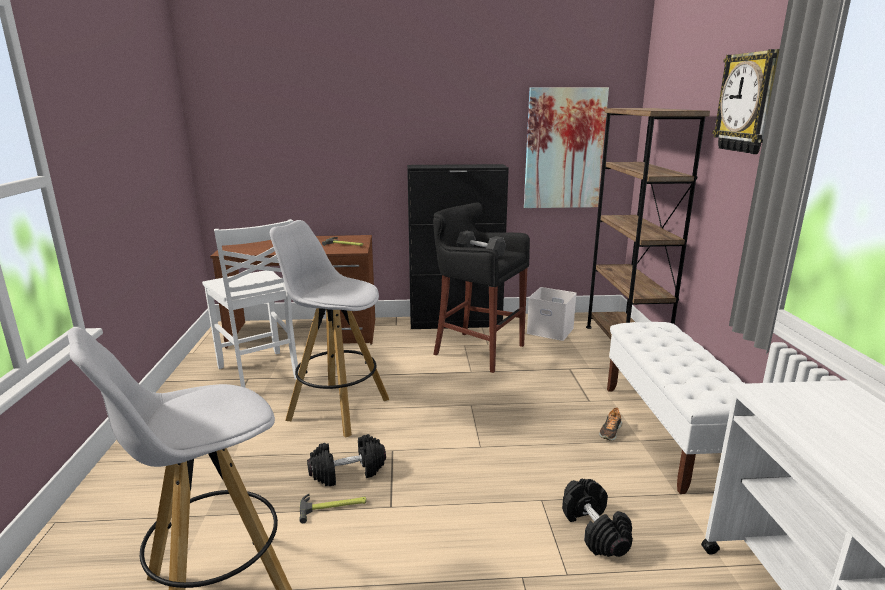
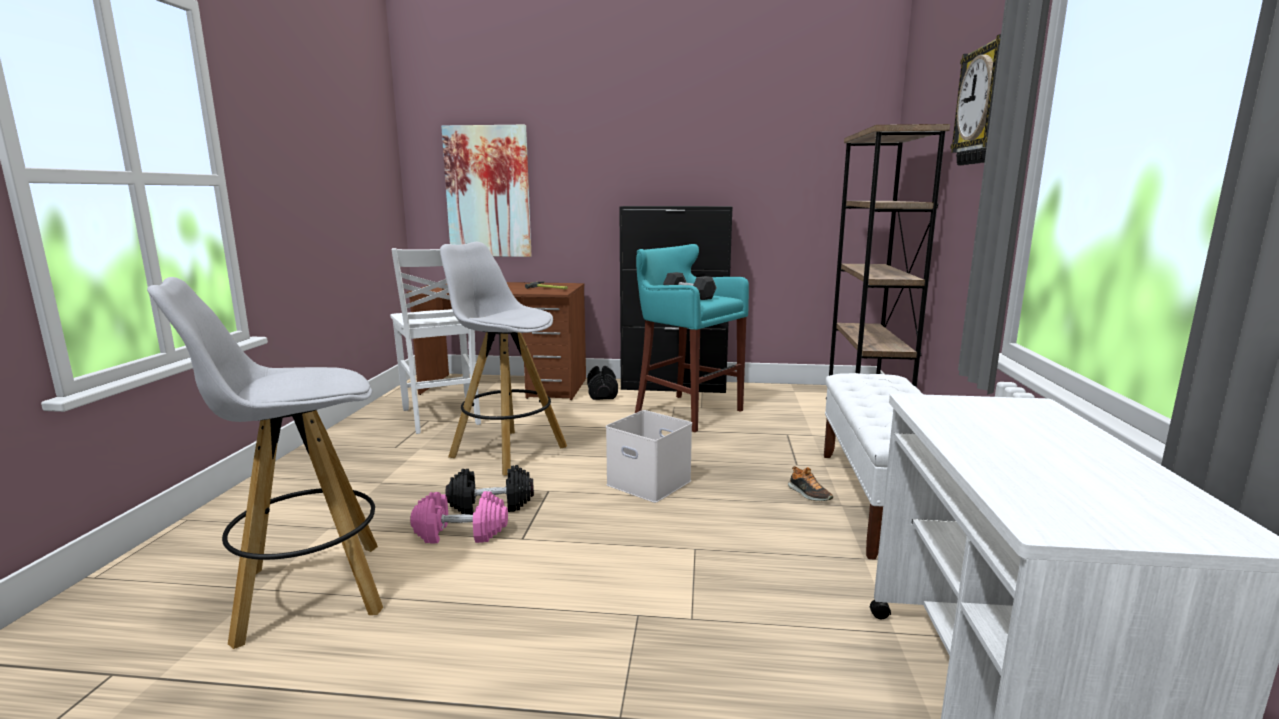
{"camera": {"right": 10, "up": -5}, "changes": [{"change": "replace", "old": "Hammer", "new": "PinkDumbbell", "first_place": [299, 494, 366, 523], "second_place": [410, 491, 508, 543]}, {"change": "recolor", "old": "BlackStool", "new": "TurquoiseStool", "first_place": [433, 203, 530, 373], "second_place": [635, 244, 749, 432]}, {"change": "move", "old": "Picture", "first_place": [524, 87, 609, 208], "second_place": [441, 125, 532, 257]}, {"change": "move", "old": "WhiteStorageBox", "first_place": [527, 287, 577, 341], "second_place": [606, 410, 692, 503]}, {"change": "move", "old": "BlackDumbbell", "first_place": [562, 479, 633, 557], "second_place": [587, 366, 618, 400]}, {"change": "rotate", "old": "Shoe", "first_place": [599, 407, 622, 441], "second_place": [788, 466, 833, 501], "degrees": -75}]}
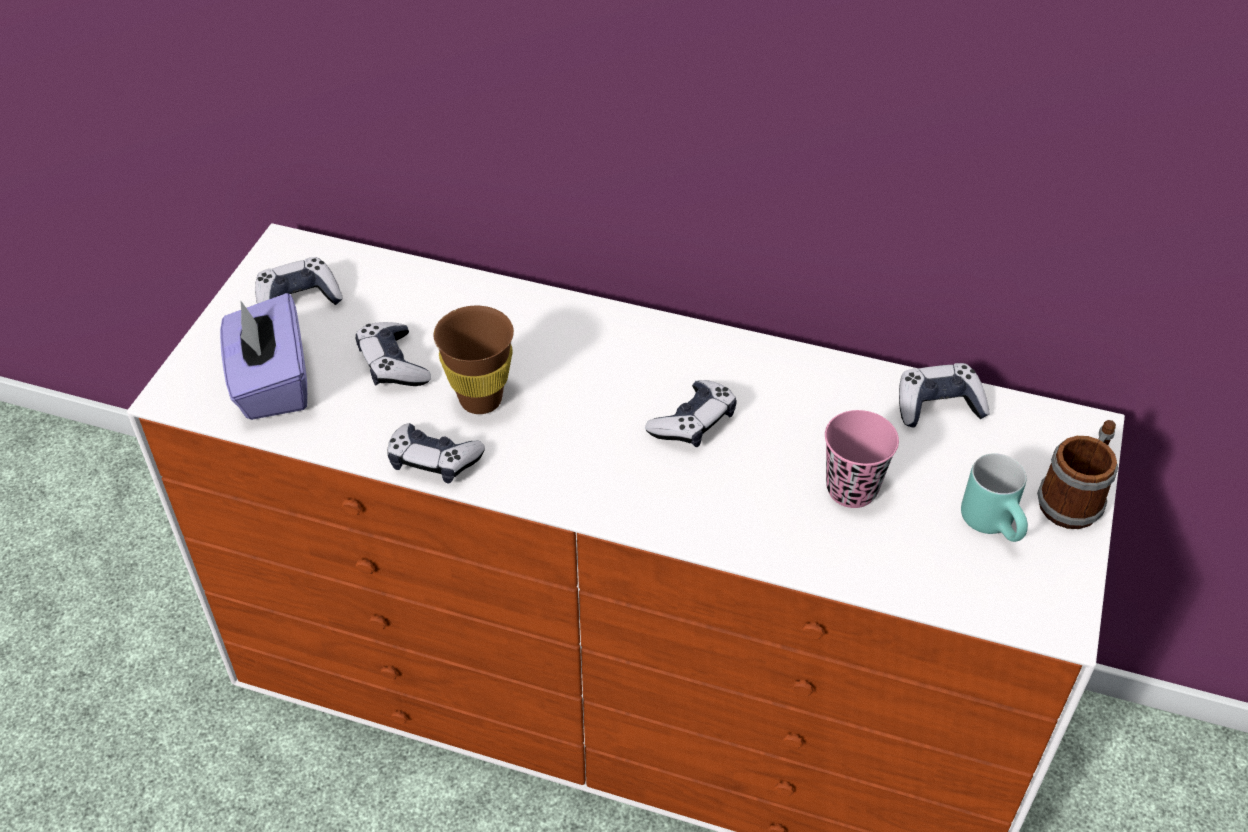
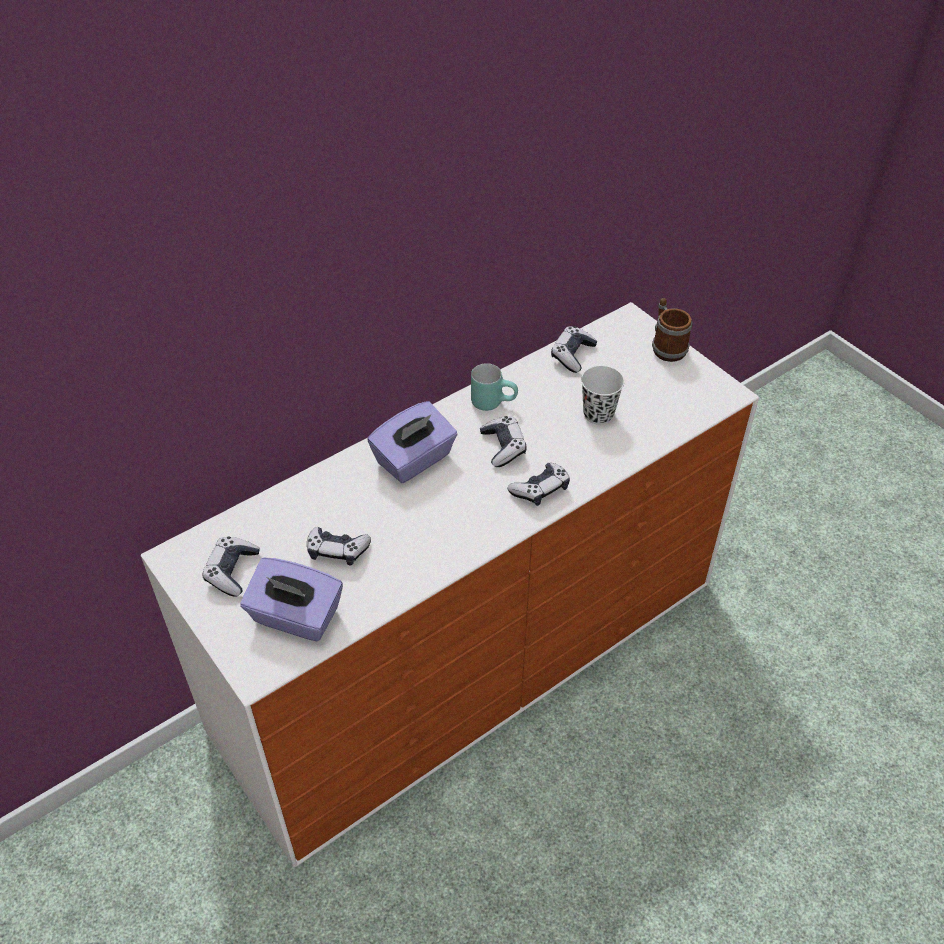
{"camera": {"right": -55, "up": 0}, "changes": [{"change": "move", "old": "GameController", "first_place": [388, 423, 485, 483], "second_place": [507, 463, 570, 506]}, {"change": "delete", "old": "BrownCup", "first_place": [434, 306, 514, 414]}, {"change": "recolor", "old": "PinkCup", "new": "WhiteCup", "first_place": [825, 410, 899, 508], "second_place": [581, 366, 624, 425]}, {"change": "move", "old": "TurquoiseMug", "first_place": [961, 453, 1028, 542], "second_place": [471, 363, 518, 411]}, {"change": "insert", "new": "PurpleTissueBox", "second_place": [367, 401, 458, 483]}]}
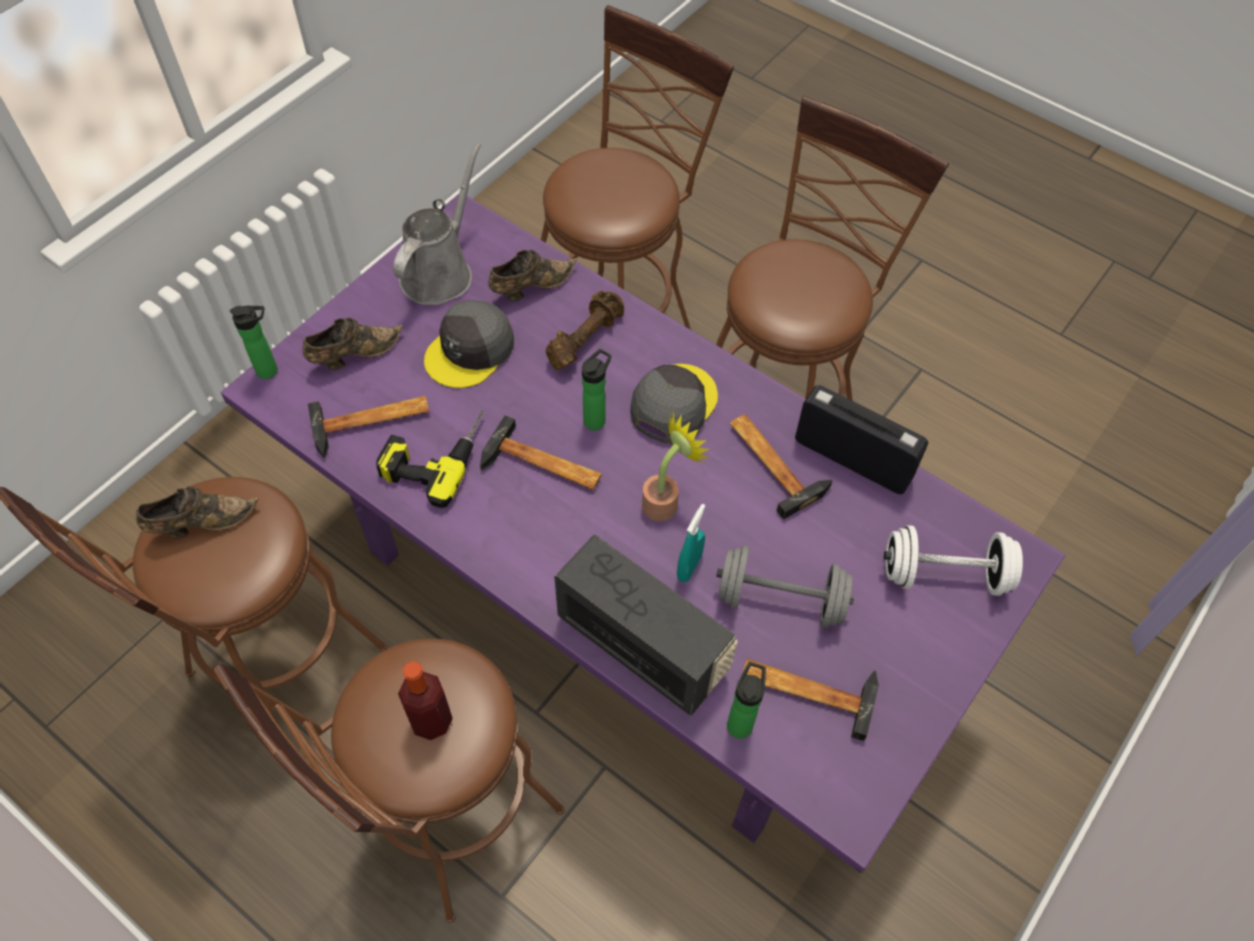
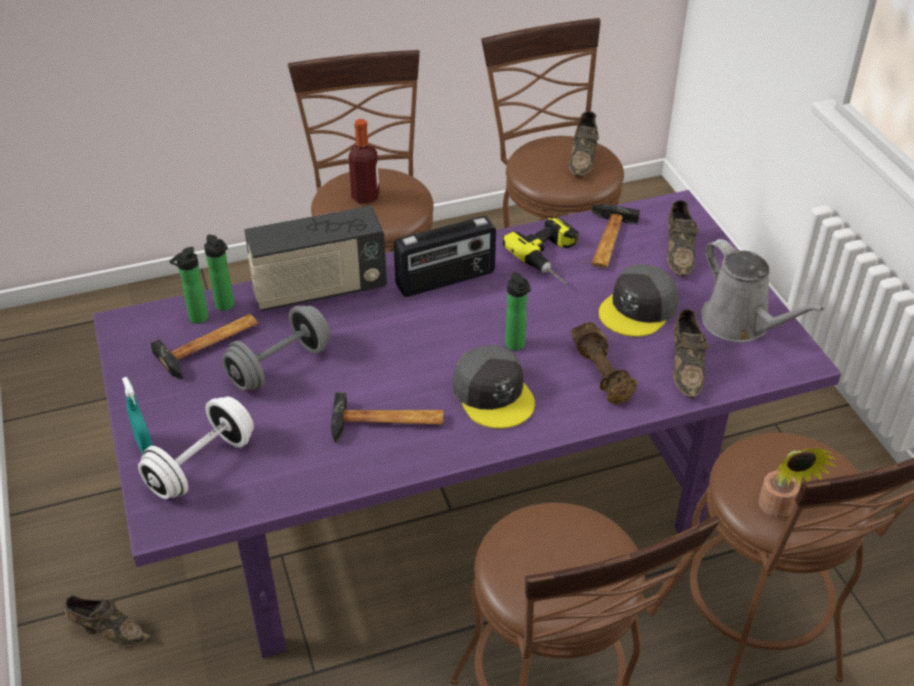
{"camera": {"right": 125, "up": -15}, "changes": [{"change": "move", "old": "Bottle", "first_place": [230, 305, 278, 379], "second_place": [169, 247, 209, 324]}, {"change": "rotate", "old": "GreyCap", "first_place": [424, 300, 514, 388], "second_place": [599, 264, 679, 337], "degrees": -120}, {"change": "delete", "old": "Hammer", "first_place": [480, 415, 602, 490]}, {"change": "move", "old": "PottedPlant", "first_place": [642, 412, 710, 521], "second_place": [758, 448, 836, 518]}, {"change": "move", "old": "TurquoiseSprayBottle", "first_place": [677, 504, 705, 582], "second_place": [122, 377, 153, 455]}, {"change": "move", "old": "Radio", "first_place": [795, 385, 928, 494], "second_place": [394, 216, 496, 297]}, {"change": "insert", "new": "BrownShoe", "second_place": [64, 595, 151, 647]}]}
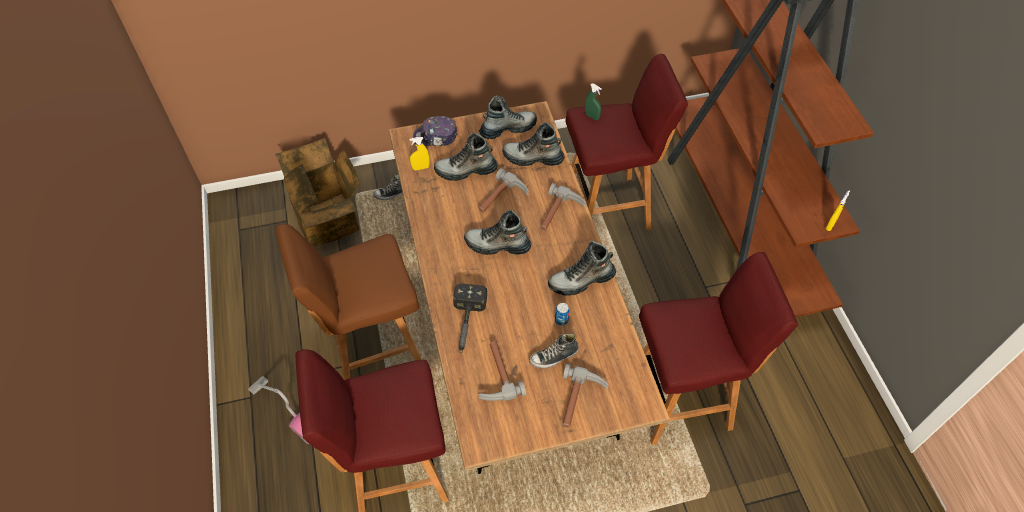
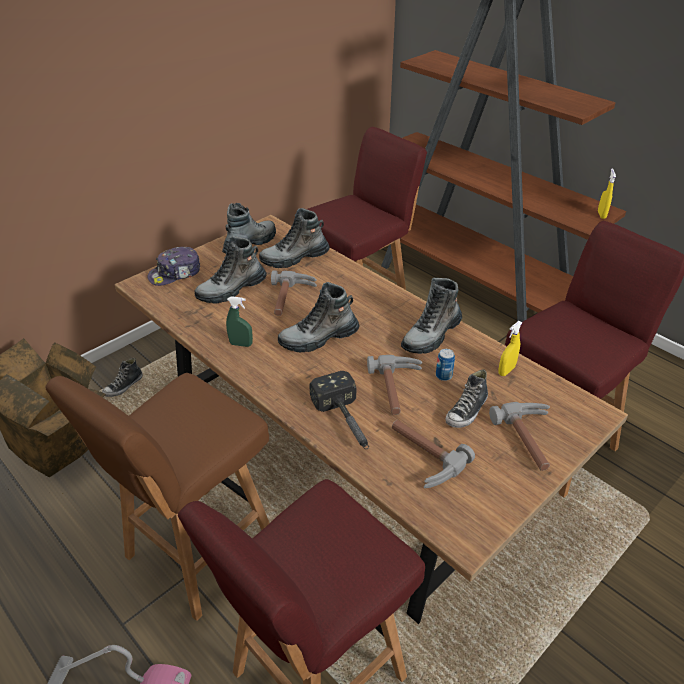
{"camera": {"right": -30, "up": -15}, "changes": [{"change": "move", "old": "YellowSprayBottle", "first_place": [409, 137, 430, 170], "second_place": [498, 321, 523, 376]}, {"change": "move", "old": "Hammer", "first_place": [540, 183, 586, 231], "second_place": [367, 355, 422, 415]}, {"change": "move", "old": "GreenSprayBottle", "first_place": [585, 83, 602, 120], "second_place": [226, 296, 253, 347]}]}
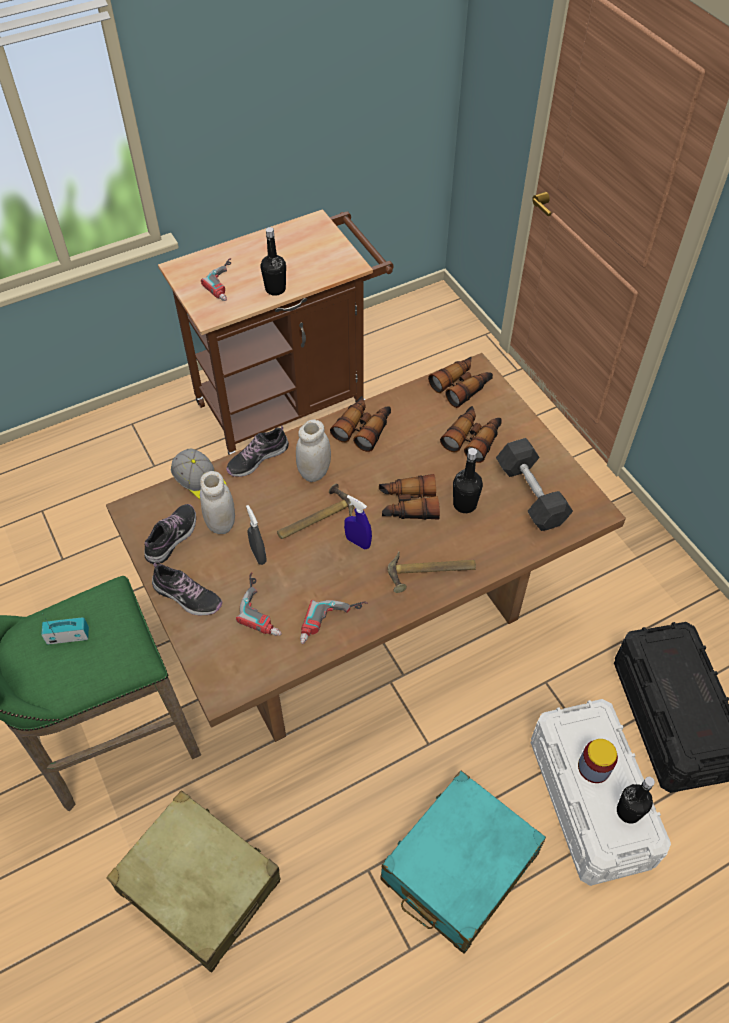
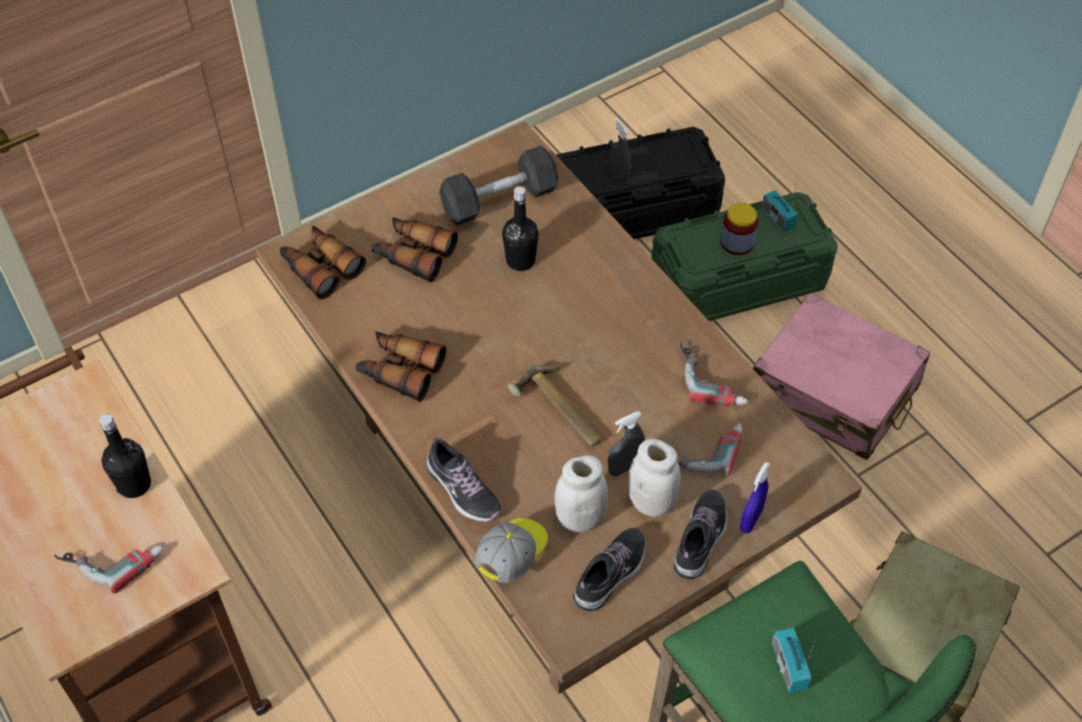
{"camera": {"right": -95, "up": 0}, "changes": [{"change": "rotate", "old": "Shoe", "first_place": [144, 504, 196, 564], "second_place": [573, 527, 646, 611], "degrees": 105}, {"change": "move", "old": "WhiteJar", "first_place": [296, 420, 331, 482], "second_place": [628, 439, 681, 517]}, {"change": "move", "old": "BlueSprayBottle", "first_place": [344, 495, 372, 549], "second_place": [740, 462, 770, 534]}, {"change": "delete", "old": "Binoculars", "first_place": [379, 474, 440, 520]}, {"change": "recolor", "old": "TurquoiseSuitcase", "new": "PinkSuitcase", "first_place": [380, 771, 546, 953], "second_place": [753, 293, 930, 460]}, {"change": "delete", "old": "Hammer", "first_place": [388, 551, 476, 593]}, {"change": "recolor", "old": "WhiteStorageBox", "new": "GreenStorageBox", "first_place": [531, 699, 671, 886], "second_place": [651, 192, 838, 321]}, {"change": "replace", "old": "BlackBottle", "new": "Radio", "first_place": [617, 777, 655, 824], "second_place": [762, 182, 798, 232]}, {"change": "insert", "new": "GreySprayBottle", "second_place": [609, 118, 631, 182]}]}
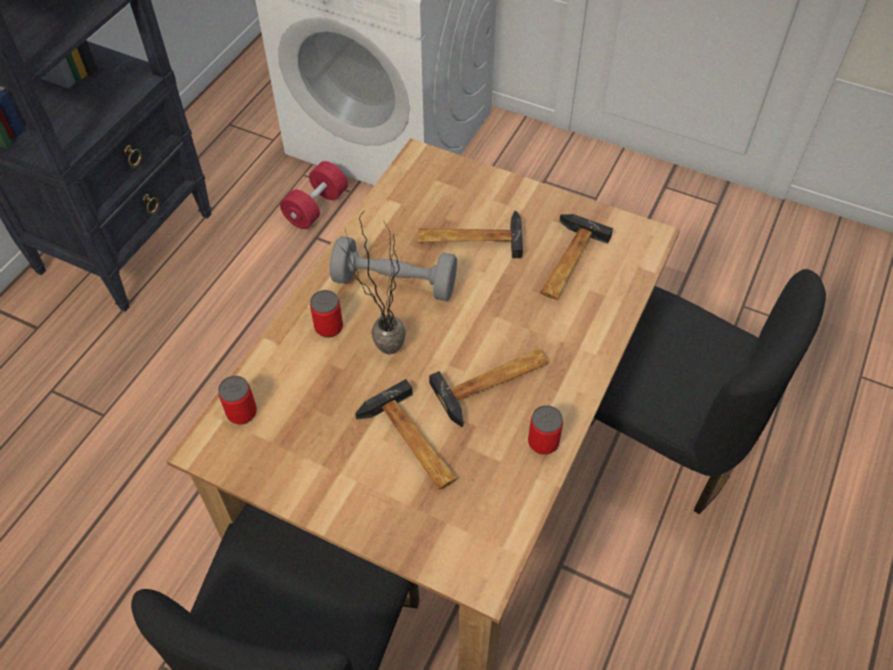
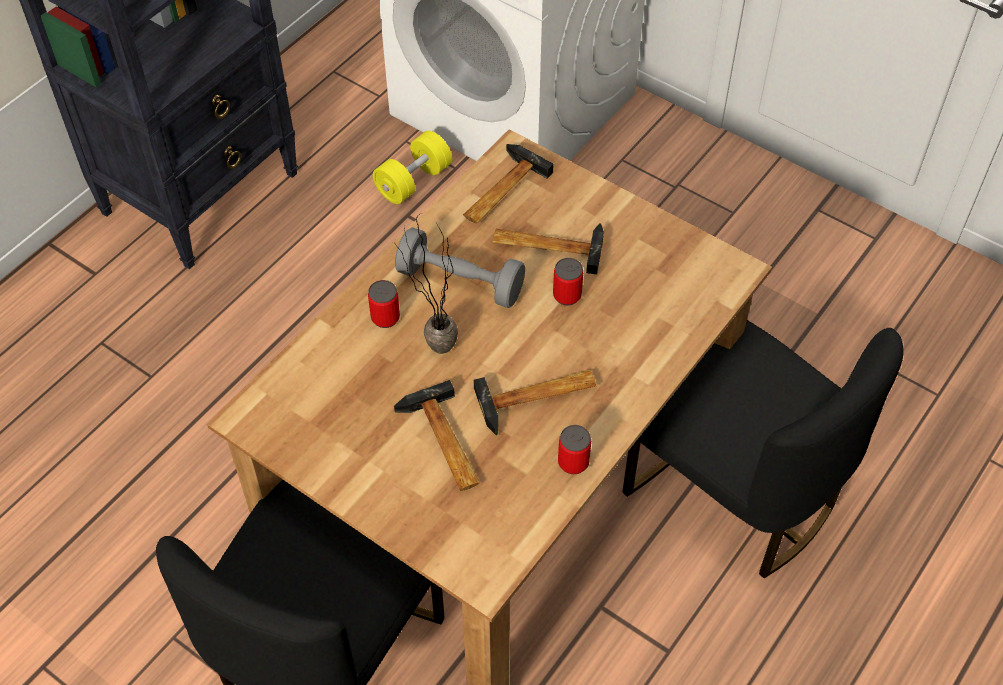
{"camera": {"right": 10, "up": 0}, "changes": [{"change": "move", "old": "Can", "first_place": [218, 376, 257, 424], "second_place": [553, 258, 583, 305]}, {"change": "recolor", "old": "RedDumbbell", "new": "YellowDumbbell", "first_place": [280, 161, 348, 229], "second_place": [373, 131, 452, 204]}, {"change": "move", "old": "Hammer", "first_place": [540, 214, 613, 299], "second_place": [463, 144, 553, 223]}]}
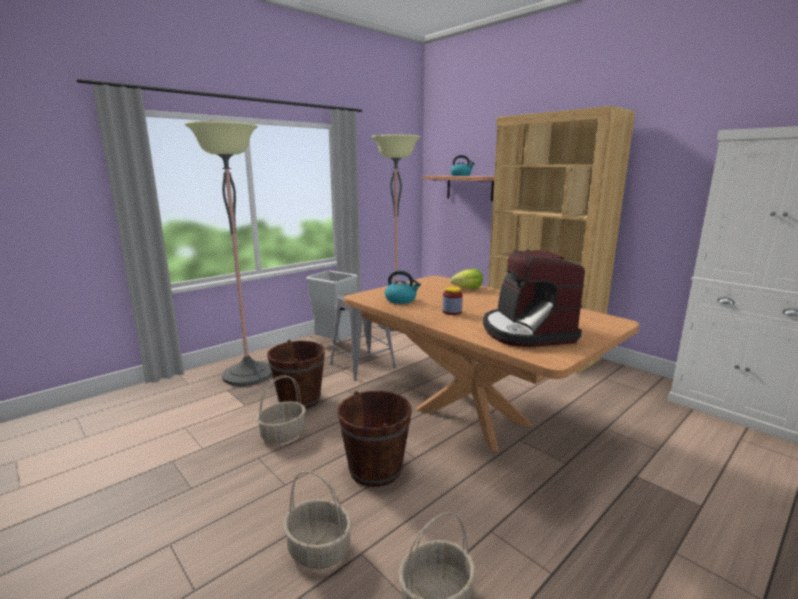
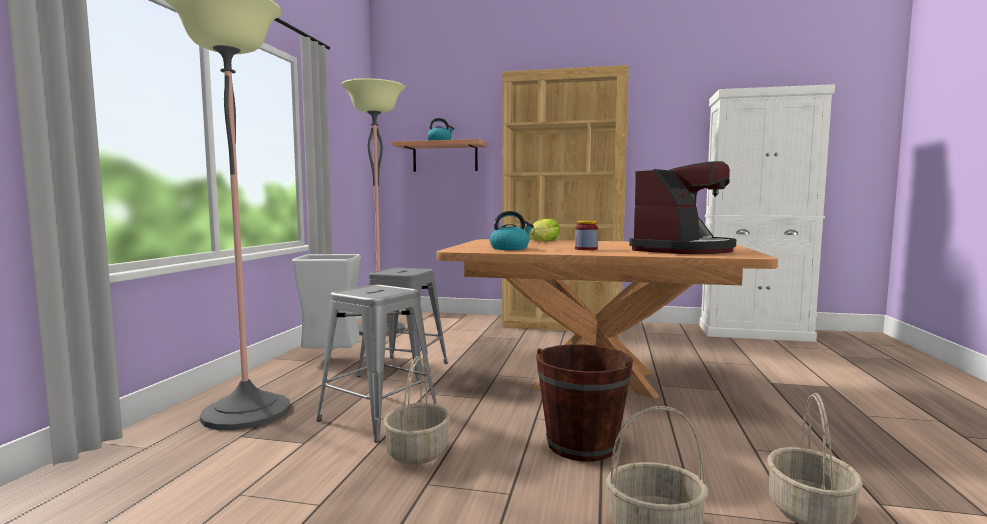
{"camera": {"right": -35, "up": -10}, "changes": [{"change": "replace", "old": "BrownBucket", "new": "GreyStool", "first_place": [267, 340, 325, 409], "second_place": [316, 285, 436, 443]}, {"change": "rotate", "old": "CoffeeMachine", "first_place": [483, 249, 585, 347], "second_place": [629, 161, 736, 254], "degrees": -90}]}
